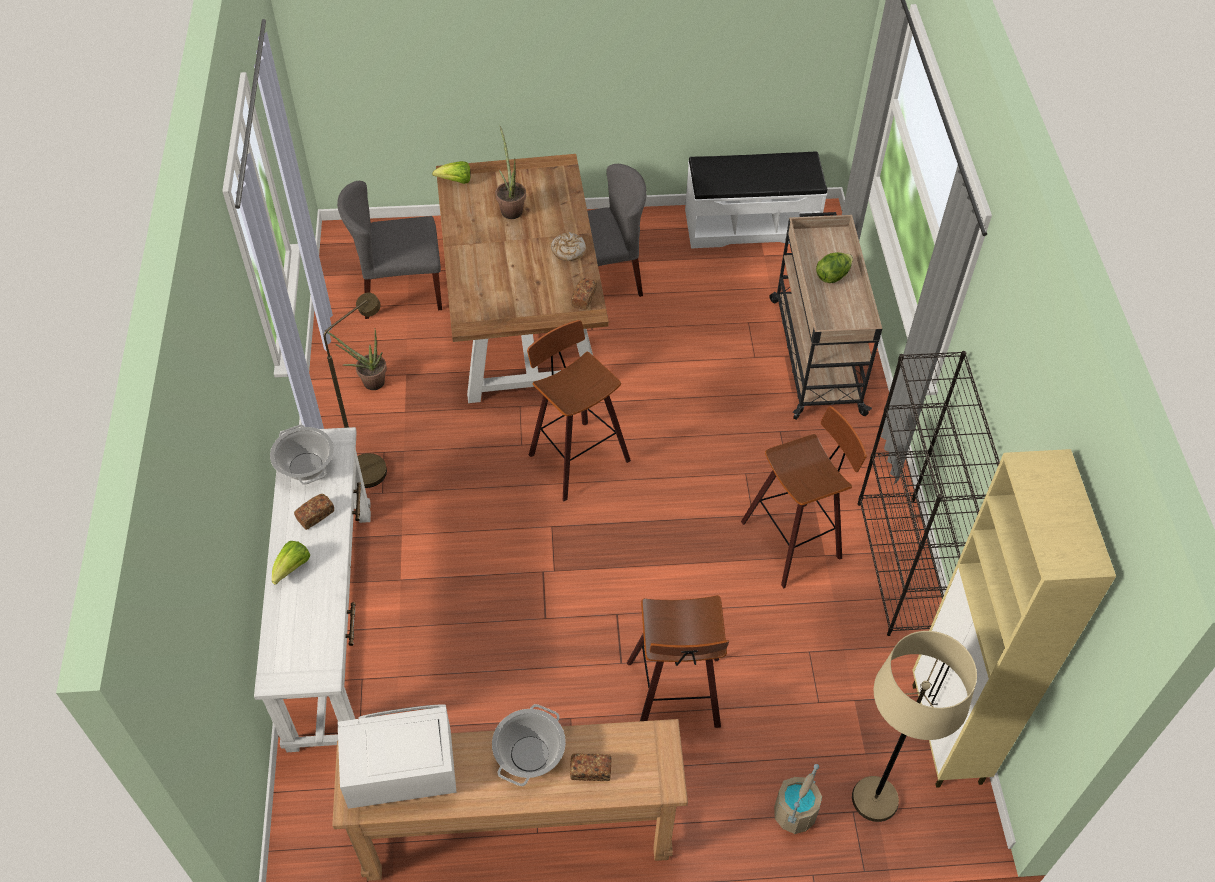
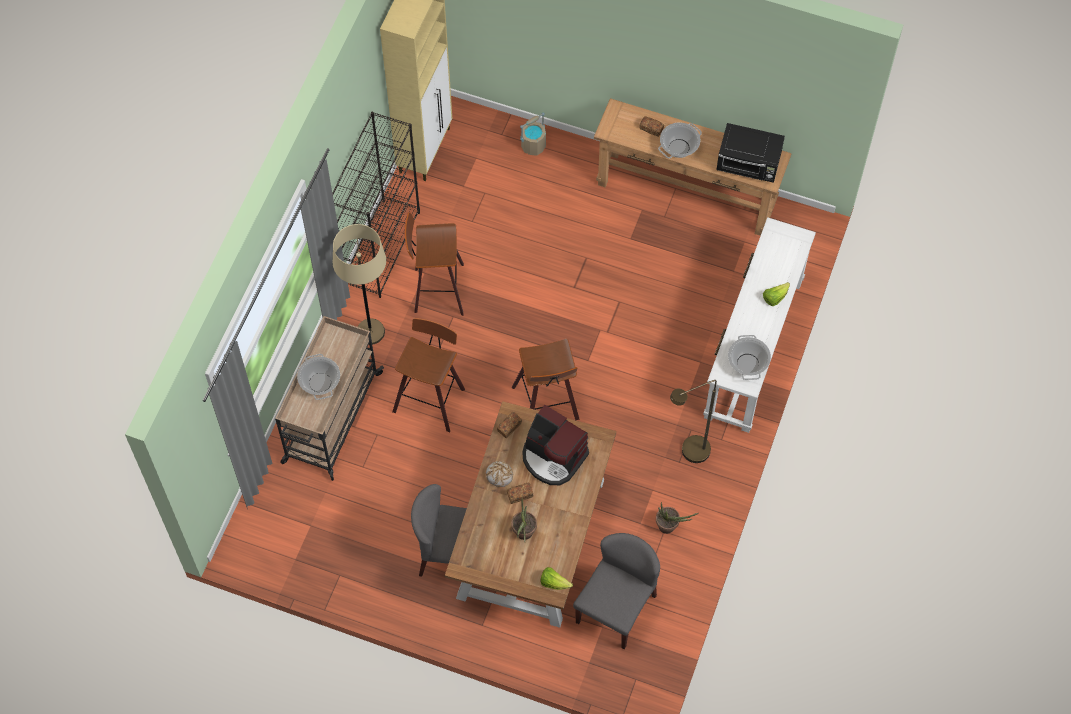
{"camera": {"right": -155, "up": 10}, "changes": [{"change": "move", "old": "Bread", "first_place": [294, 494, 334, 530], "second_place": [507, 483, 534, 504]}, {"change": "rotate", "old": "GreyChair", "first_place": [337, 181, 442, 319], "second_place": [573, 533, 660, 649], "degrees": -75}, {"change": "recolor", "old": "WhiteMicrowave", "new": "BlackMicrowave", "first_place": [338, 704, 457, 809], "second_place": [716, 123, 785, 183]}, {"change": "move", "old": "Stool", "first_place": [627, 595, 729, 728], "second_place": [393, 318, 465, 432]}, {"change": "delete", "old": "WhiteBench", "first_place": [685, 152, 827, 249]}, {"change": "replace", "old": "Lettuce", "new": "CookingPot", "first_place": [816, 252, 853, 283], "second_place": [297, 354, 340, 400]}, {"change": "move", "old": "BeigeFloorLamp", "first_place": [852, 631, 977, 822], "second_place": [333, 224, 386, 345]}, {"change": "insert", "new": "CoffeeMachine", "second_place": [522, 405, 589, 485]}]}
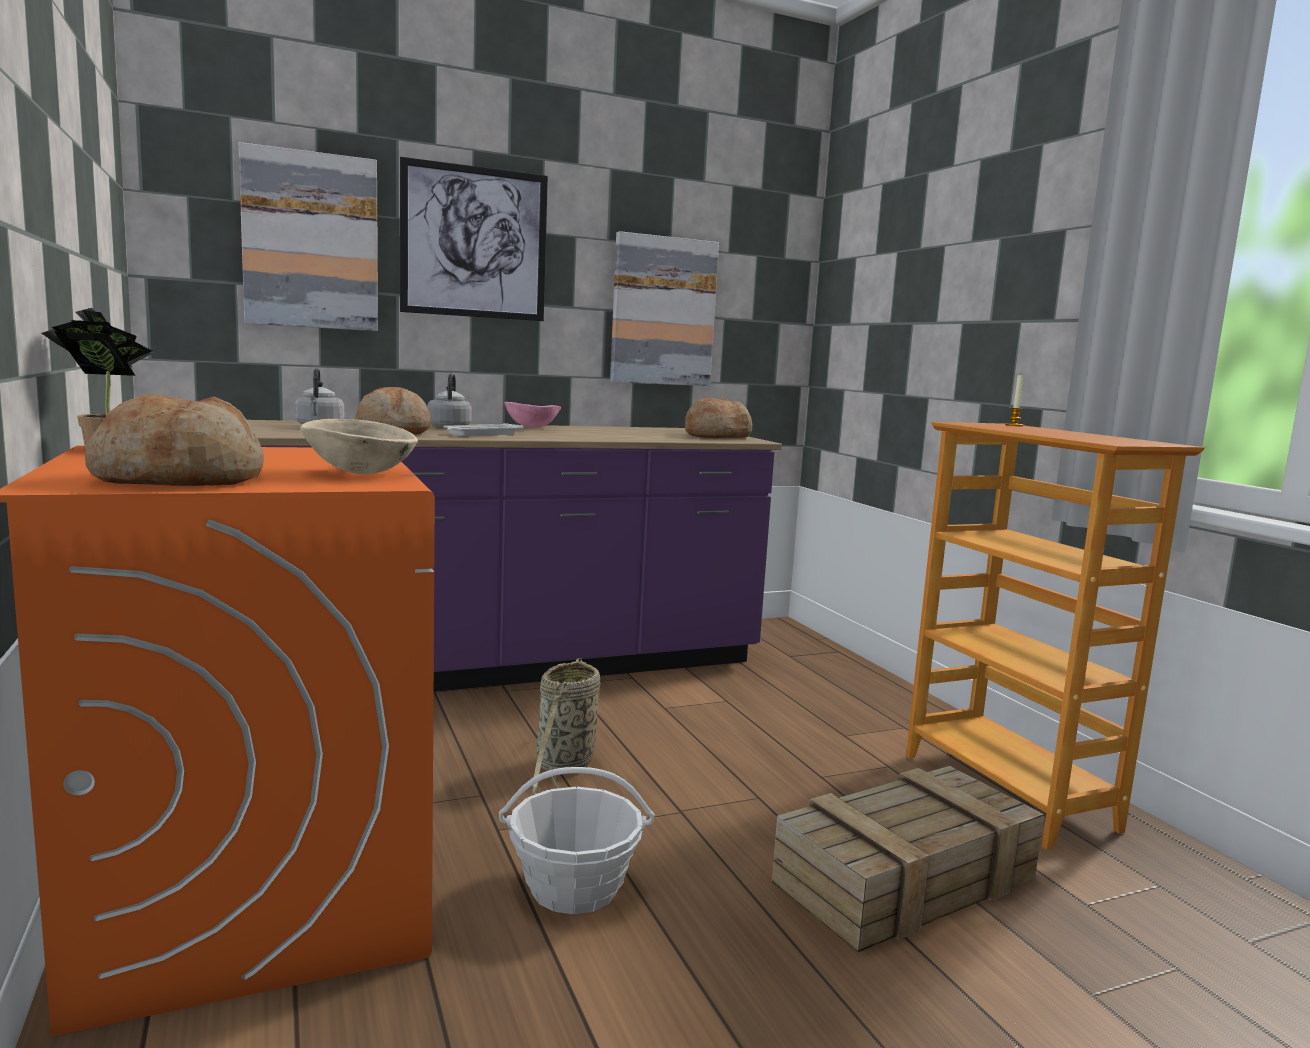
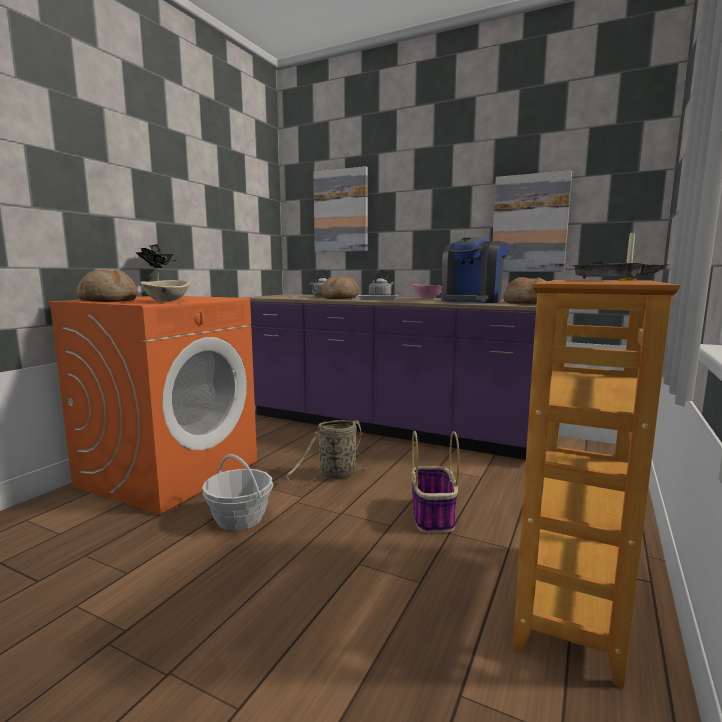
{"camera": {"right": 50, "up": 0}, "changes": [{"change": "delete", "old": "Picture", "first_place": [400, 157, 548, 321]}, {"change": "delete", "old": "Crate", "first_place": [772, 766, 1044, 952]}, {"change": "insert", "new": "Basket", "second_place": [411, 431, 460, 533]}, {"change": "insert", "new": "CoffeeMachine", "second_place": [441, 237, 509, 303]}, {"change": "insert", "new": "GreyTray", "second_place": [571, 261, 669, 279]}]}
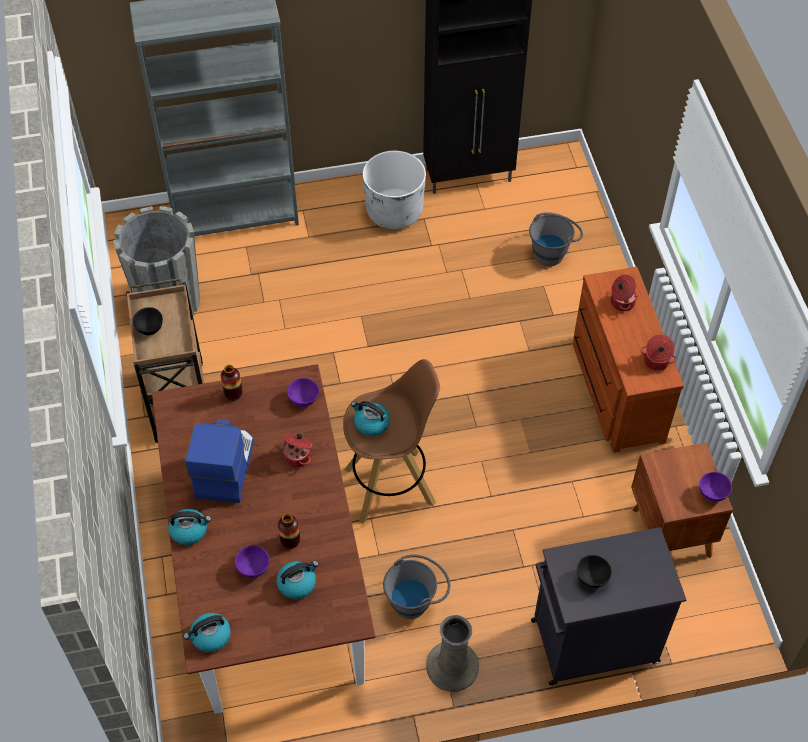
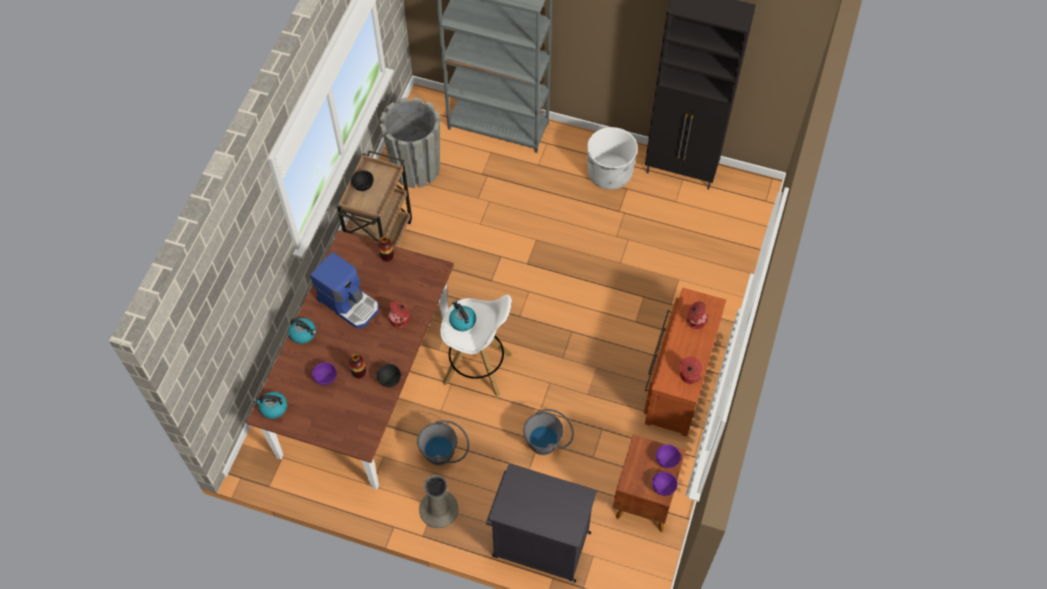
{"camera": {"right": 30, "up": 5}, "changes": [{"change": "rotate", "old": "CoffeeMachine", "first_place": [185, 419, 254, 503], "second_place": [310, 252, 379, 329], "degrees": 90}, {"change": "delete", "old": "Kettle", "first_place": [276, 561, 319, 599]}, {"change": "move", "old": "PurpleBowl", "first_place": [287, 378, 319, 407], "second_place": [656, 444, 681, 468]}, {"change": "recolor", "old": "BrownStool", "new": "WhiteStool", "first_place": [343, 359, 440, 524], "second_place": [440, 295, 512, 397]}, {"change": "move", "old": "GreyBucket", "first_place": [529, 212, 583, 266], "second_place": [523, 409, 574, 455]}, {"change": "move", "old": "BlackBowl", "first_place": [577, 555, 612, 588], "second_place": [377, 364, 401, 387]}]}
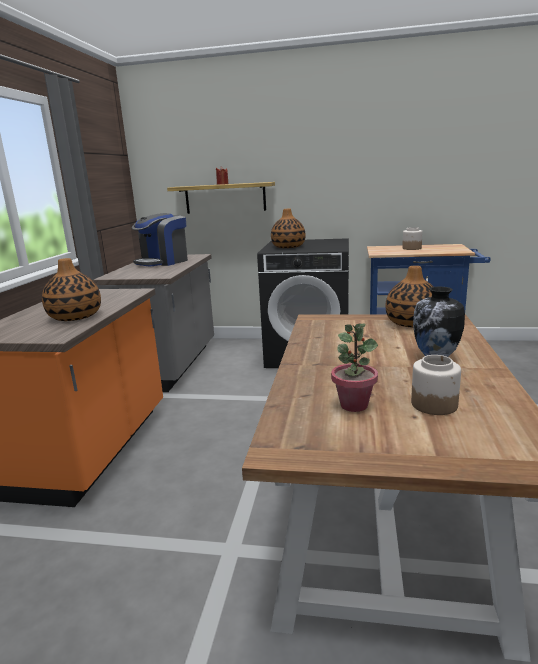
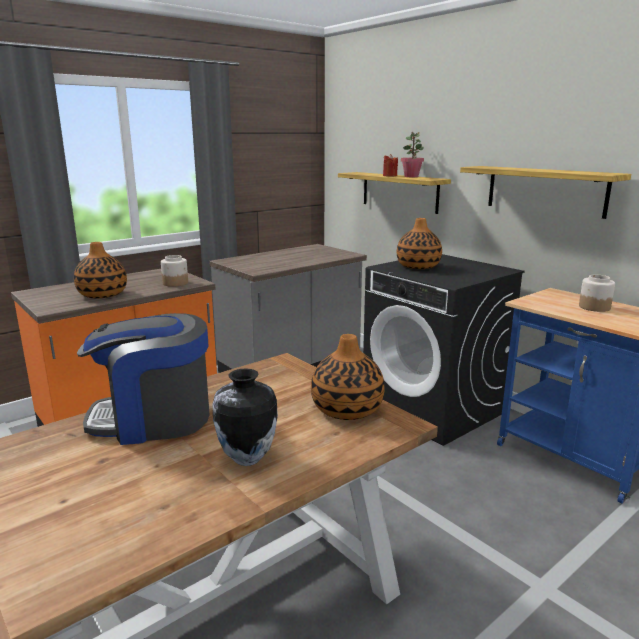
{"camera": {"right": 40, "up": 0}, "changes": [{"change": "move", "old": "CoffeeMachine", "first_place": [132, 213, 188, 266], "second_place": [77, 313, 209, 445]}, {"change": "move", "old": "PottedPlant", "first_place": [331, 323, 378, 412], "second_place": [401, 132, 424, 177]}, {"change": "move", "old": "Jar", "first_place": [411, 355, 461, 415], "second_place": [161, 255, 188, 287]}, {"change": "insert", "new": "Shelf", "second_place": [460, 166, 631, 219]}]}
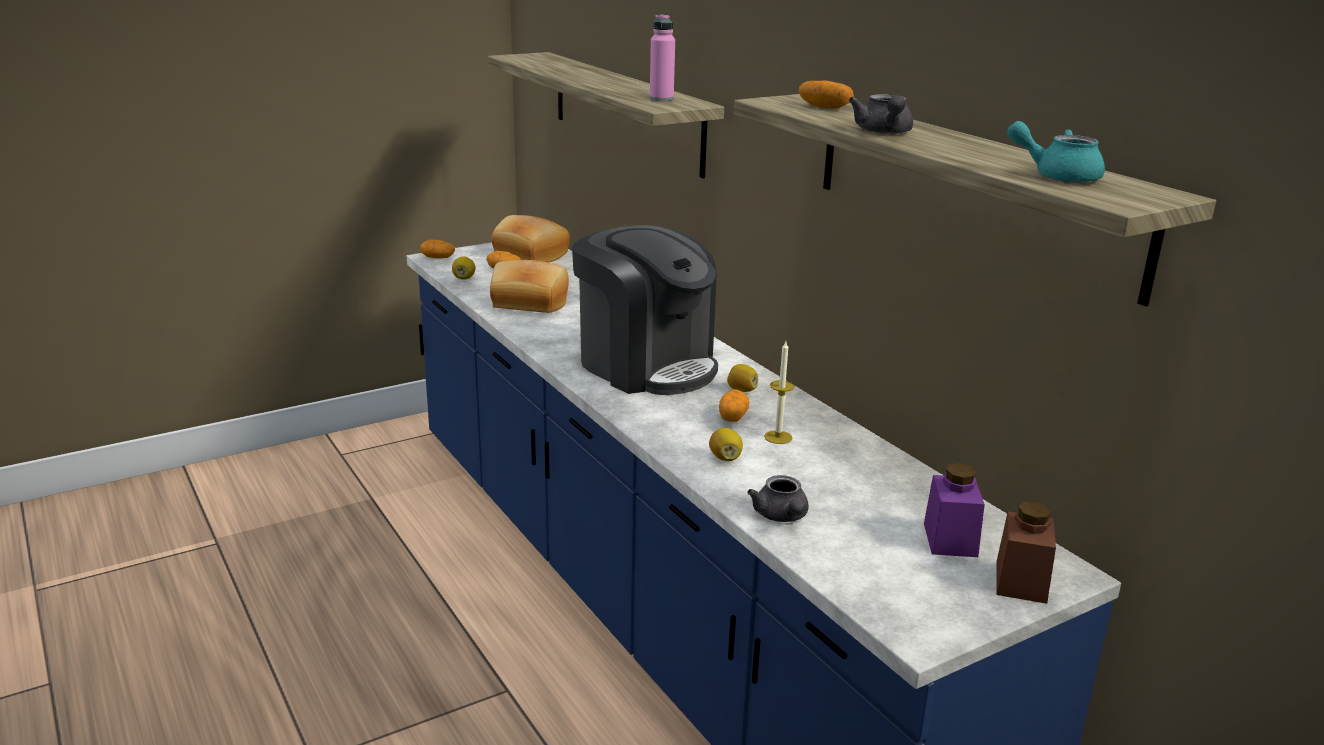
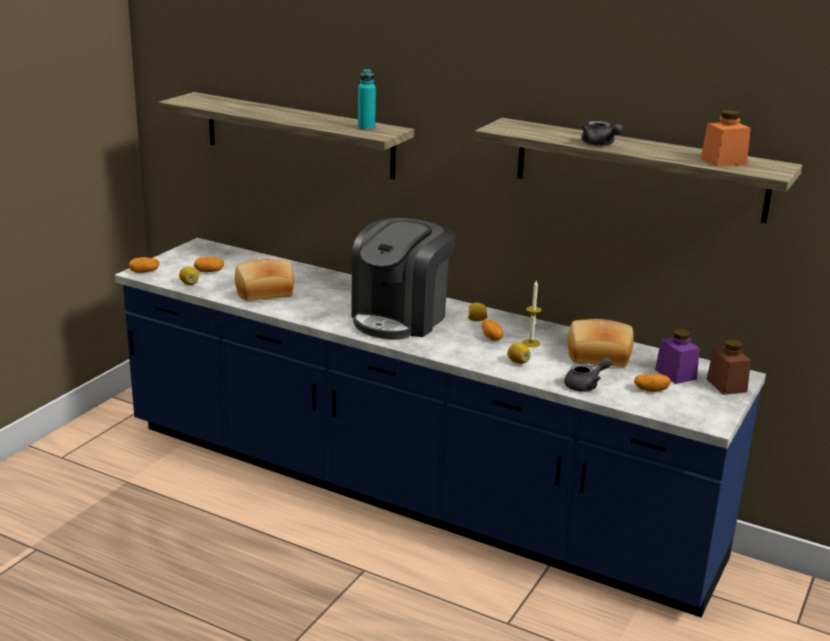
{"camera": {"right": -30, "up": 0}, "changes": [{"change": "move", "old": "Bread", "first_place": [491, 215, 570, 263], "second_place": [568, 319, 634, 367]}, {"change": "rotate", "old": "CoffeeMachine", "first_place": [572, 225, 718, 395], "second_place": [351, 218, 456, 339], "degrees": 105}, {"change": "recolor", "old": "PinkBottle", "new": "TurquoiseBottle", "first_place": [650, 14, 675, 101], "second_place": [358, 69, 376, 130]}, {"change": "rotate", "old": "GreyTeapot", "first_place": [747, 475, 809, 522], "second_place": [564, 357, 612, 391], "degrees": -75}, {"change": "move", "old": "Potato", "first_place": [799, 80, 854, 109], "second_place": [634, 374, 671, 392]}, {"change": "replace", "old": "TurquoiseTeapot", "new": "OrangeJar", "first_place": [1007, 121, 1105, 183], "second_place": [701, 110, 751, 167]}]}
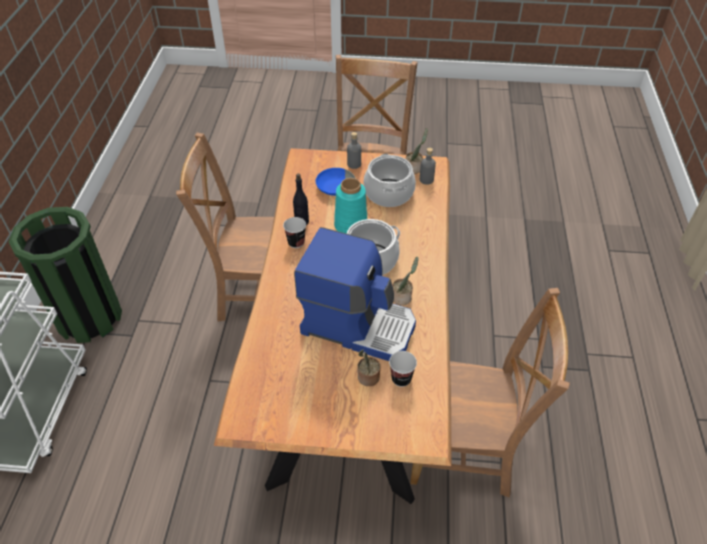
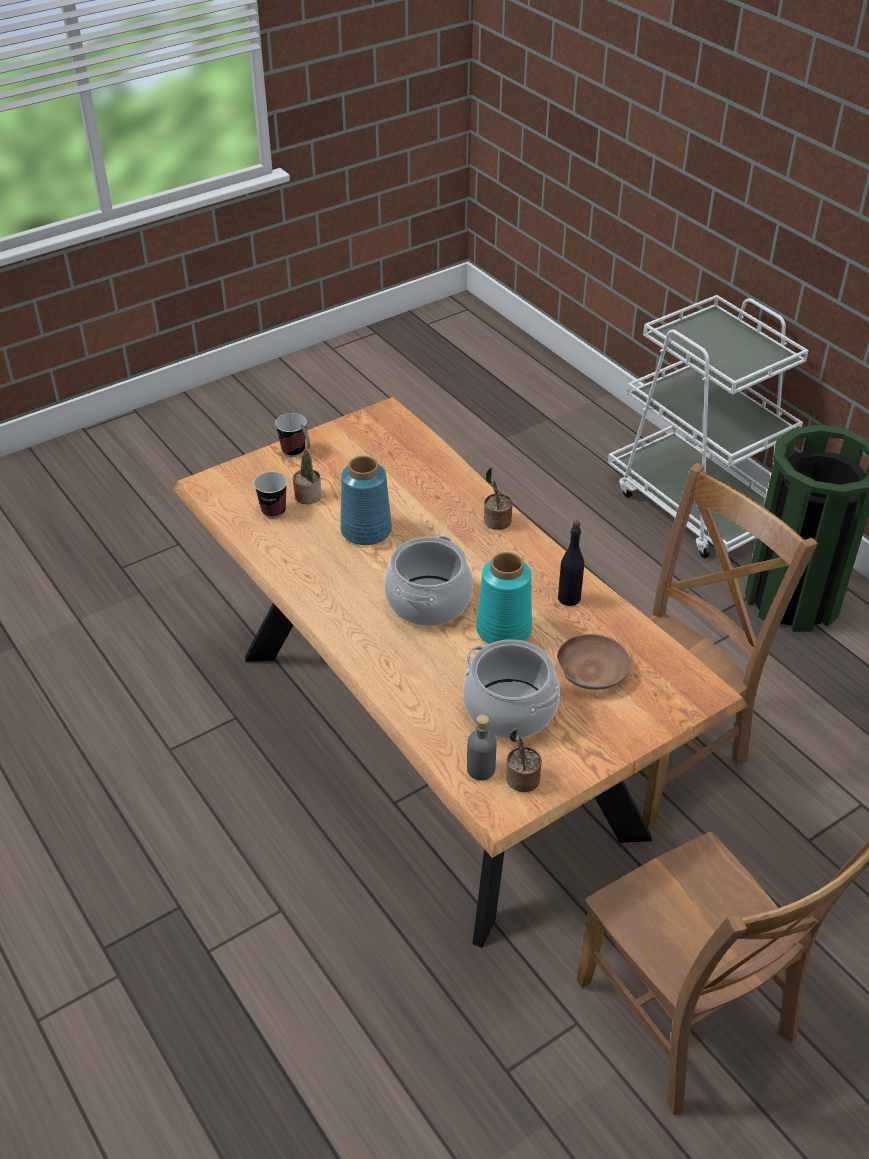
{"camera": {"right": 140, "up": -5}, "changes": [{"change": "move", "old": "Cup", "first_place": [283, 217, 306, 248], "second_place": [275, 413, 307, 457]}, {"change": "replace", "old": "CoffeeMachine", "new": "BlueVase", "first_place": [294, 227, 416, 361], "second_place": [341, 456, 392, 545]}, {"change": "recolor", "old": "BlueBowl", "new": "BrownBowl", "first_place": [316, 168, 356, 196], "second_place": [557, 634, 631, 690]}, {"change": "delete", "old": "GreyBottle", "first_place": [347, 132, 361, 169]}, {"change": "move", "old": "PottedPlant", "first_place": [392, 257, 419, 305], "second_place": [484, 468, 513, 530]}, {"change": "delete", "old": "BrownChair", "first_place": [410, 288, 570, 497]}]}
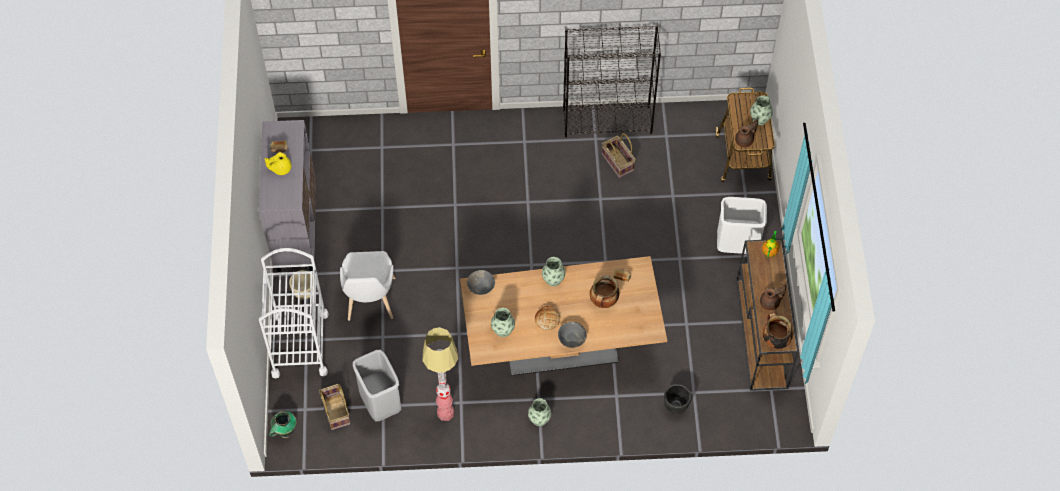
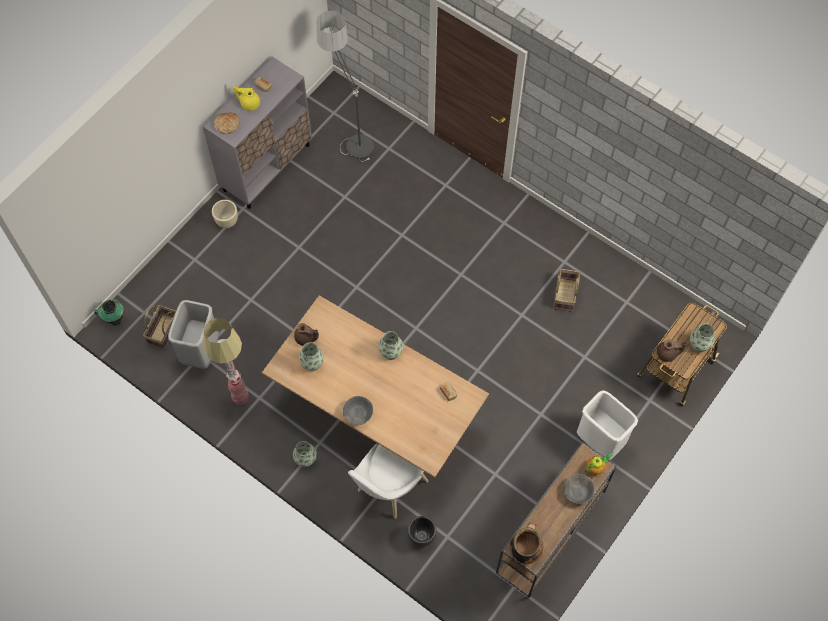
{"camera": {"right": 40, "up": 5}, "changes": [{"change": "delete", "old": "WhiteCart", "first_place": [259, 248, 329, 378]}, {"change": "move", "old": "WhiteChair", "first_place": [340, 251, 395, 321], "second_place": [348, 444, 429, 519]}, {"change": "move", "old": "GreyBowl", "first_place": [467, 270, 495, 295], "second_place": [563, 474, 594, 504]}, {"change": "move", "old": "Bread", "first_place": [535, 306, 560, 330], "second_place": [214, 112, 240, 134]}, {"change": "delete", "old": "BlackBookcase", "first_place": [563, 26, 661, 137]}, {"change": "delete", "old": "CookingPot", "first_place": [590, 275, 619, 308]}, {"change": "move", "old": "BrownTeapot", "first_place": [760, 285, 787, 311], "second_place": [294, 323, 319, 346]}, {"change": "insert", "new": "FloorLamp", "second_place": [316, 10, 374, 161]}]}
